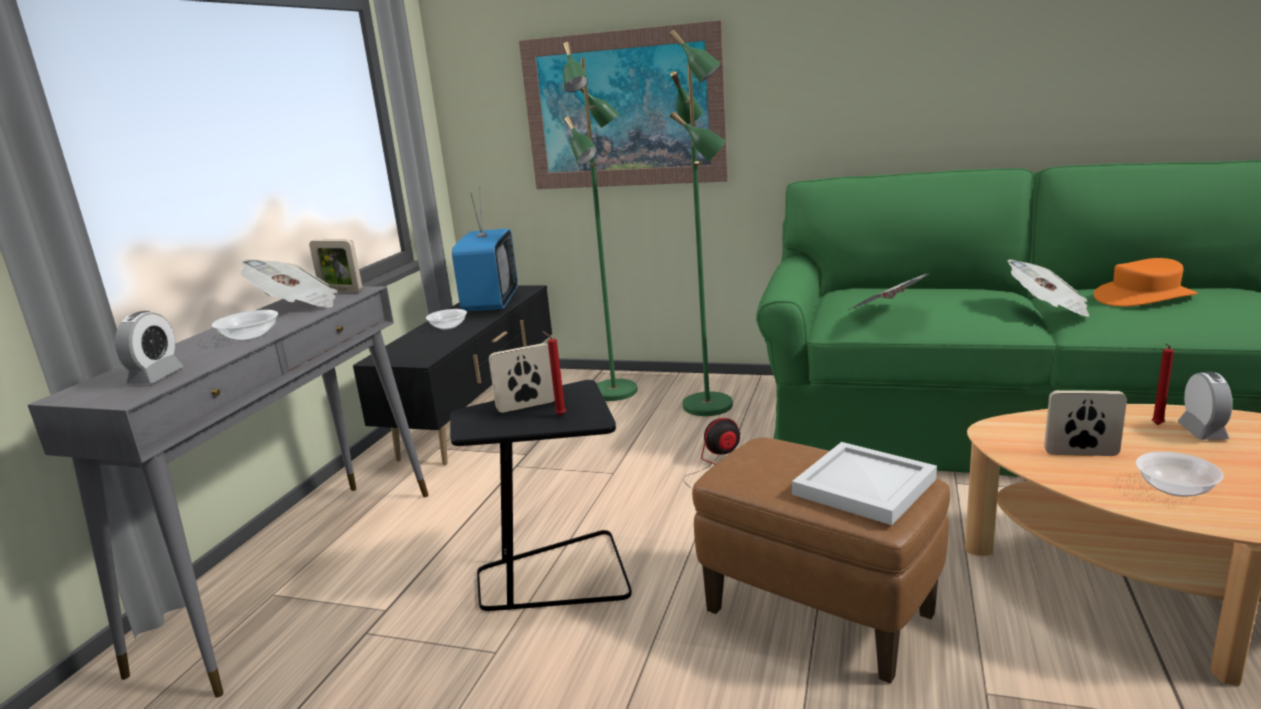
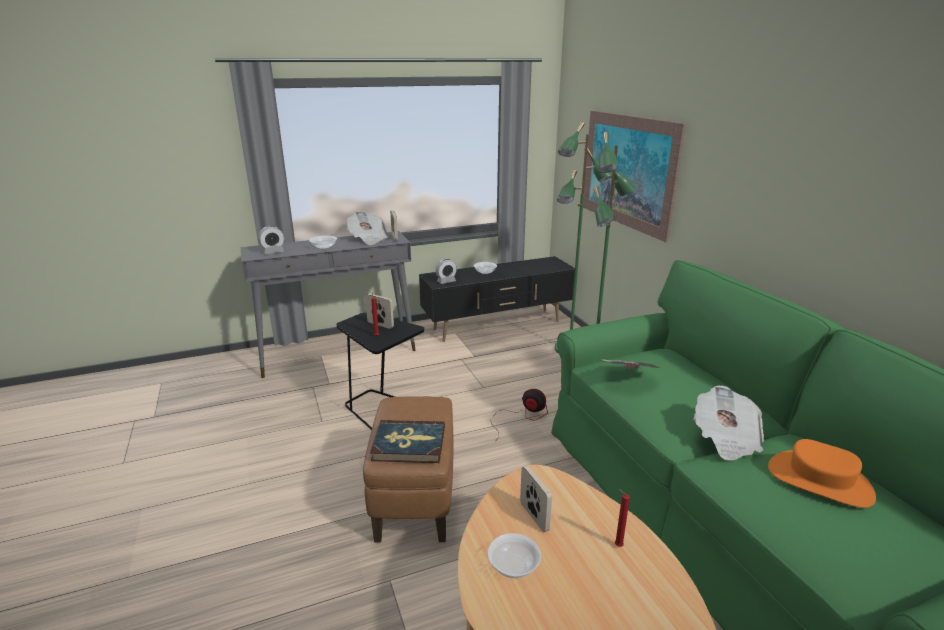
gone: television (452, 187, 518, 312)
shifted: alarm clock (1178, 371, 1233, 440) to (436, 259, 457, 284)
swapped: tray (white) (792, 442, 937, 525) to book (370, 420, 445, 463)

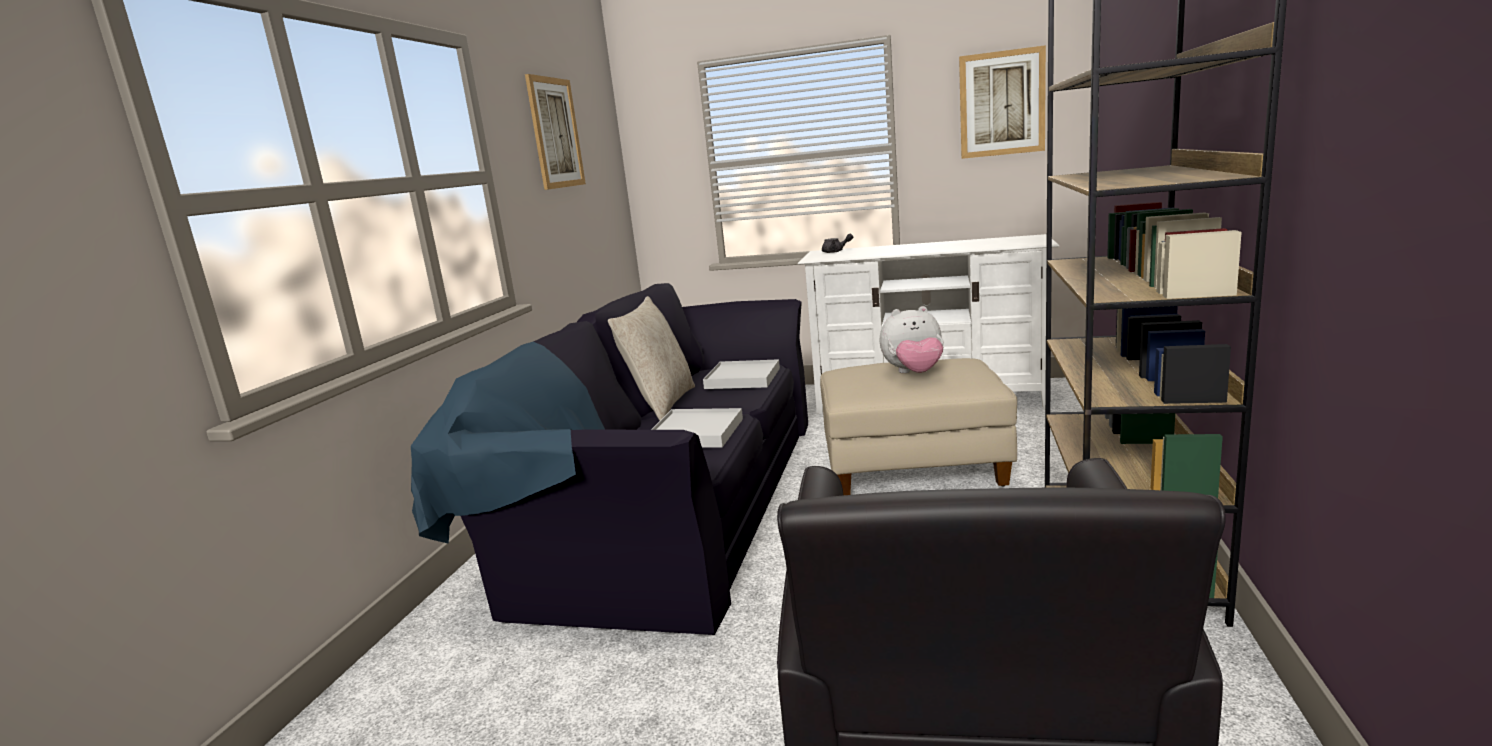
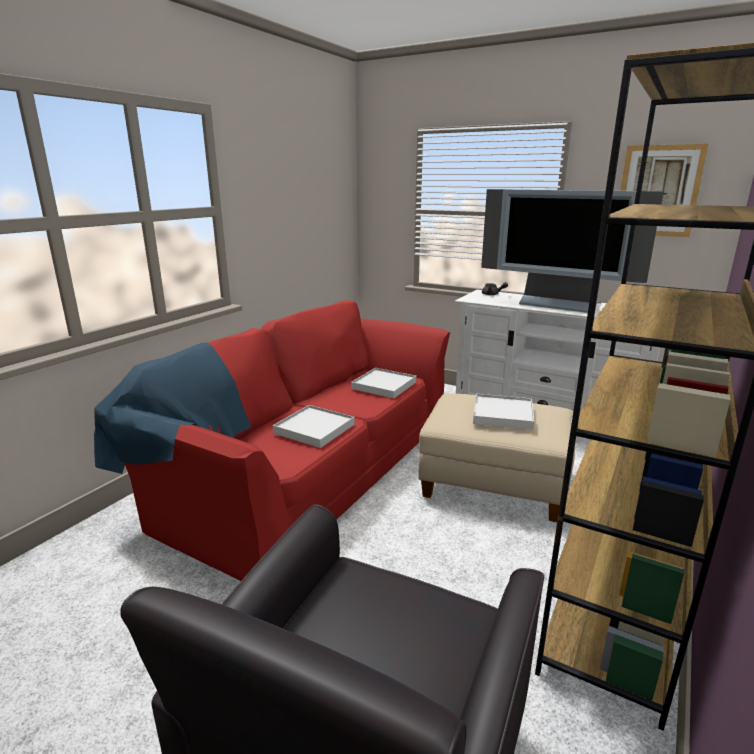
gone: picture (525, 74, 586, 190); pillow (beige) (608, 296, 695, 420)
new: television (481, 189, 663, 313)
swapped: plush toy (880, 306, 944, 373) to tray (white) (473, 394, 534, 430)
repainted: sofa (black) (411, 283, 808, 635) to sofa (red) (94, 300, 450, 581)

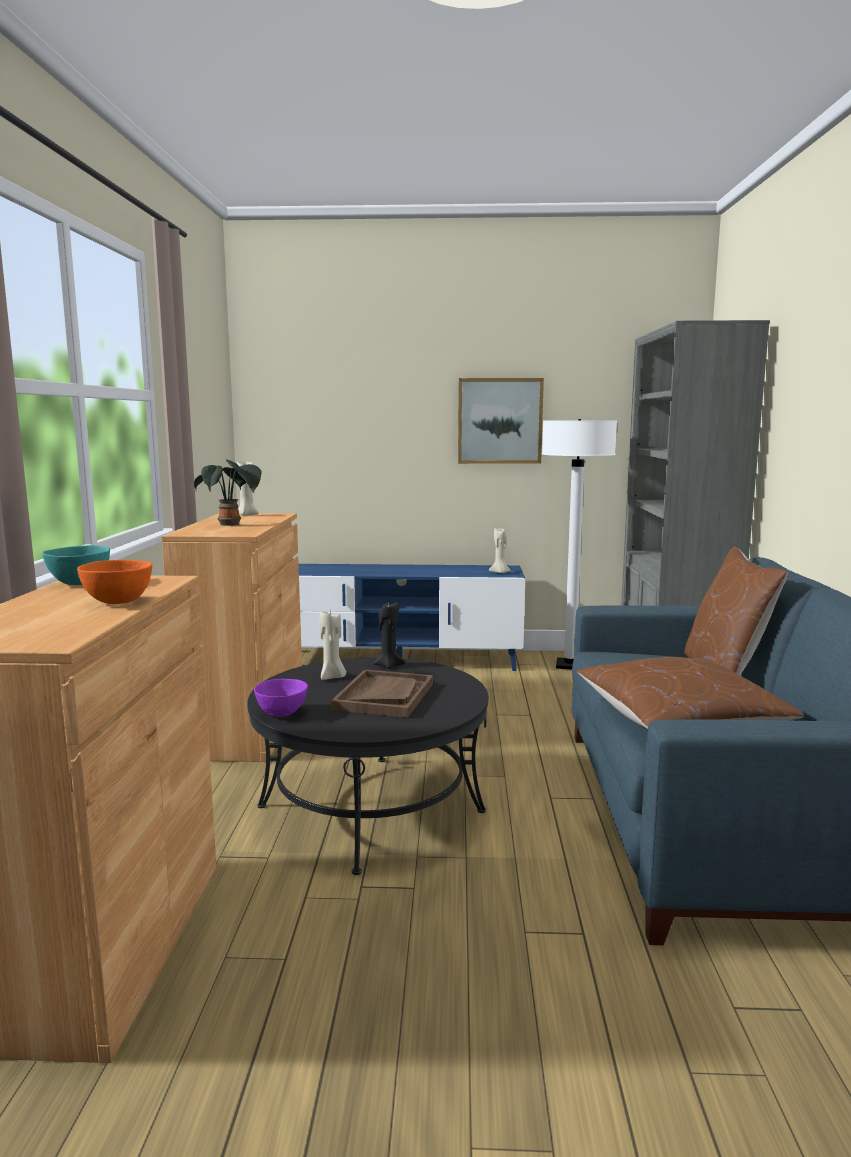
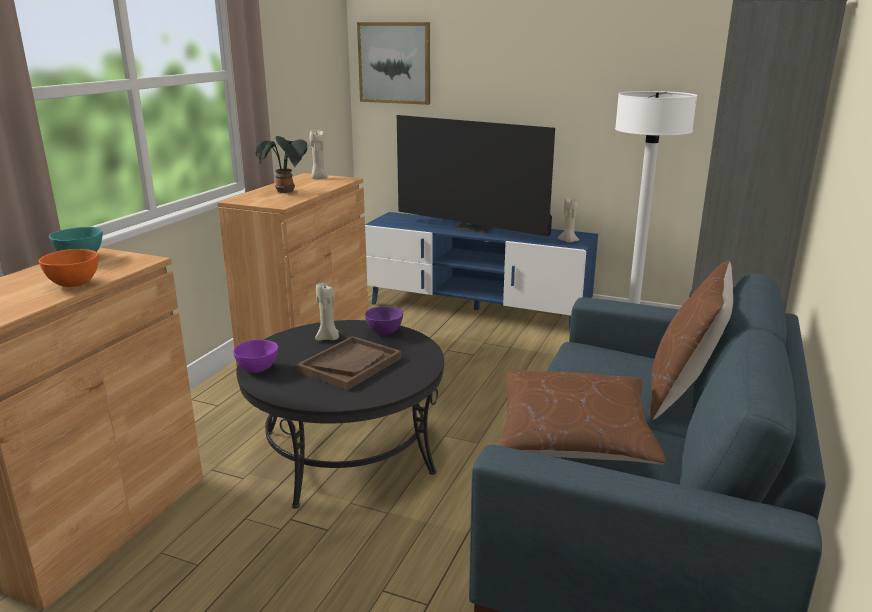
new: television (397, 115, 555, 237)
shifted: picture (458, 378, 544, 464) to (357, 22, 430, 105)
swapped: candle (black) (373, 602, 405, 669) to bowl (purple) (365, 306, 403, 335)

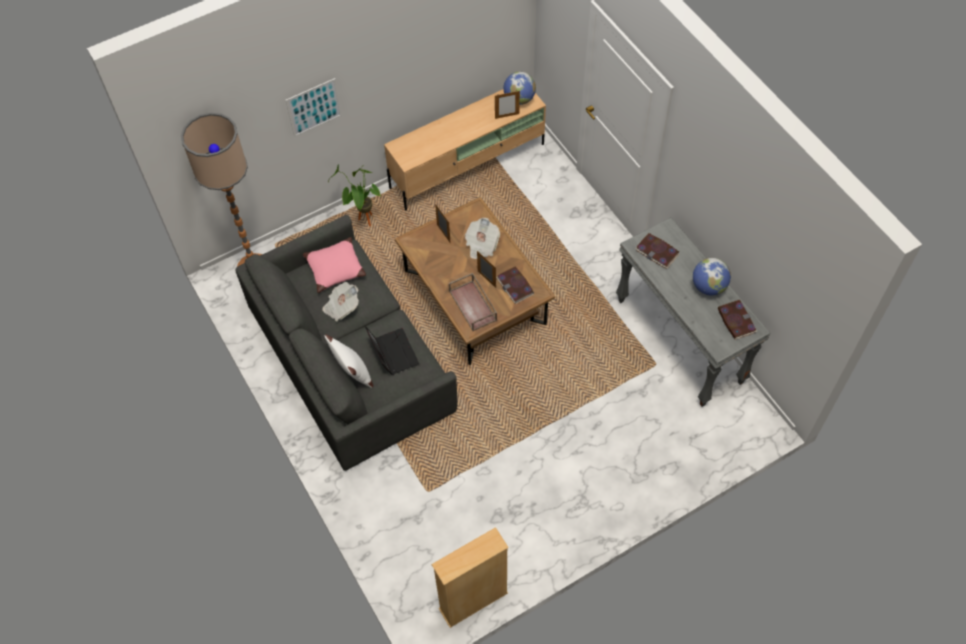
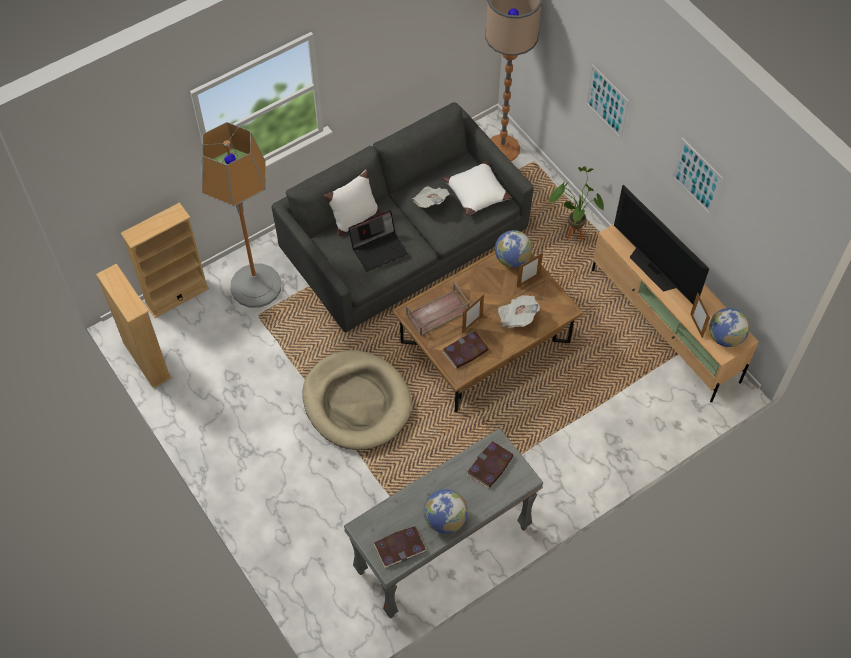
new: floor lamp (201, 122, 281, 308); picture (671, 138, 723, 216); television (614, 185, 709, 304); bookcase (beige) (121, 202, 209, 318); globe (495, 230, 532, 268); dog bed (beige) (303, 350, 412, 450)
repainted: pillow (pink) (303, 237, 366, 293) to pillow (white) (442, 160, 512, 216)

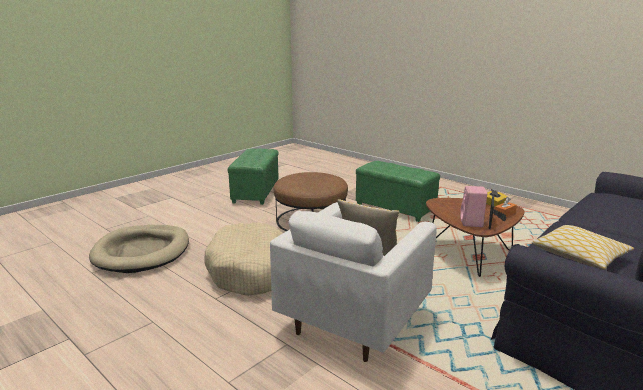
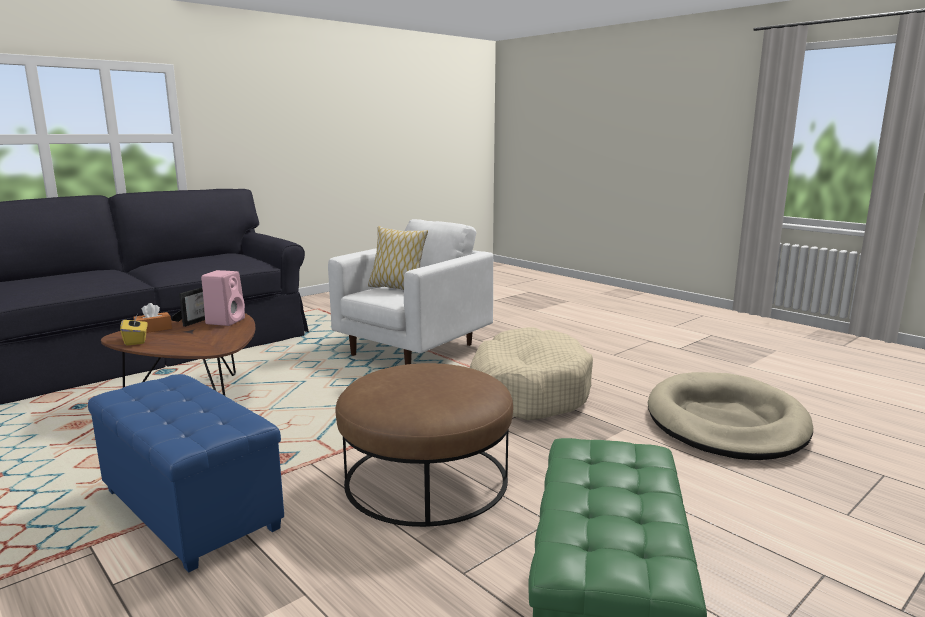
gone: pillow (532, 225, 634, 270)
repainted: ottoman (green) (356, 161, 440, 222) to ottoman (blue) (88, 374, 284, 573)

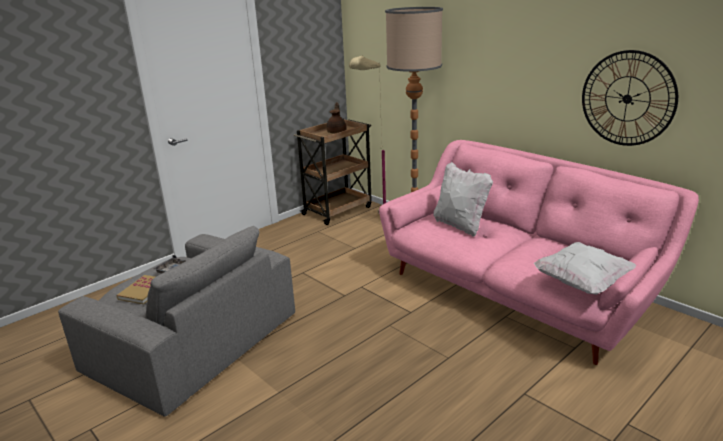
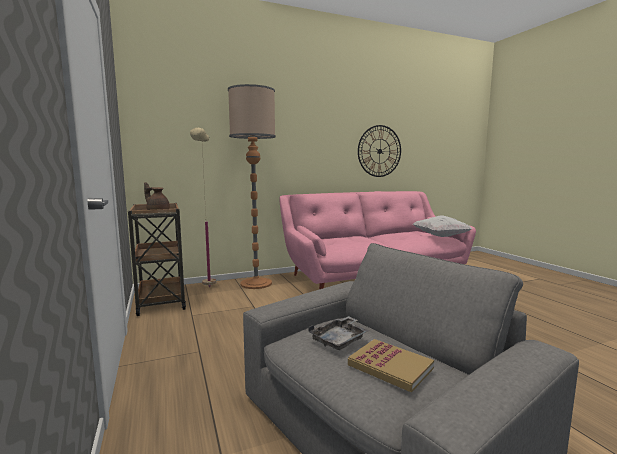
gone: pillow (white) (433, 162, 493, 237)

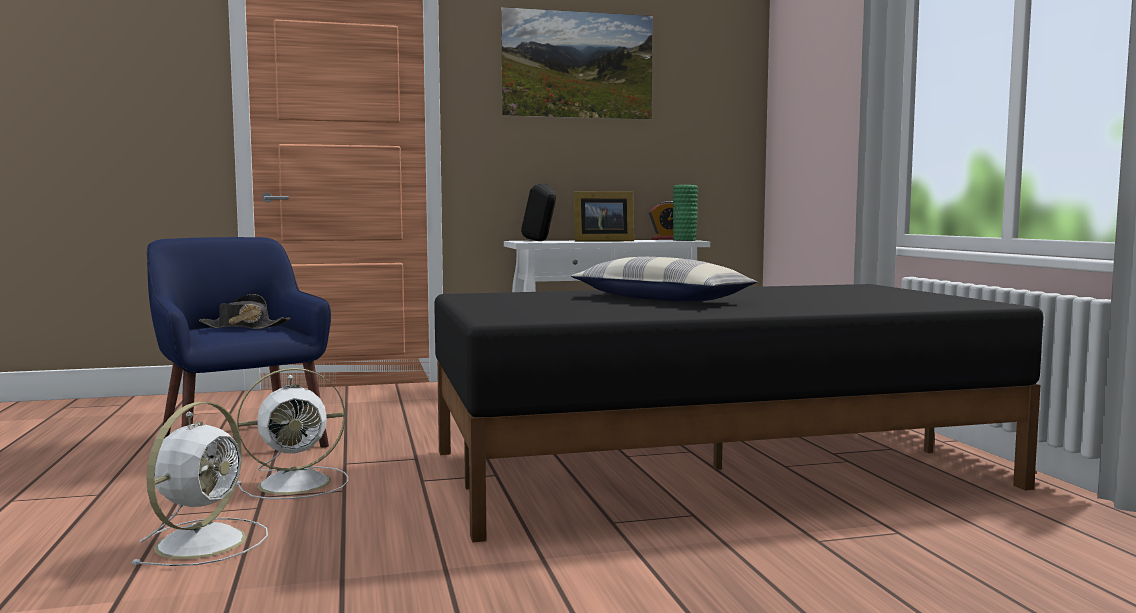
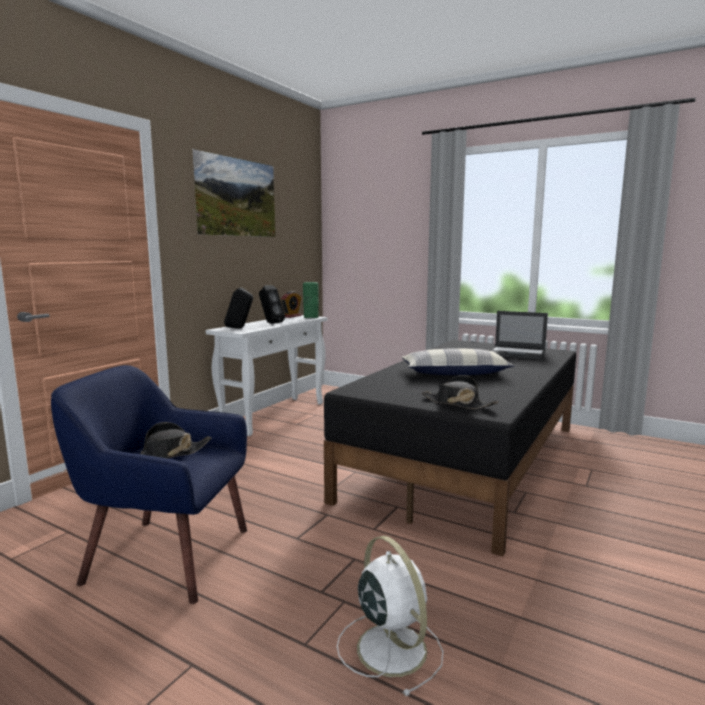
gone: fan (white) (236, 368, 348, 499)
new: laptop (491, 311, 548, 359); hat (black) (421, 375, 498, 409)
swapped: picture frame (574, 191, 634, 242) to speaker (black) (259, 285, 285, 324)

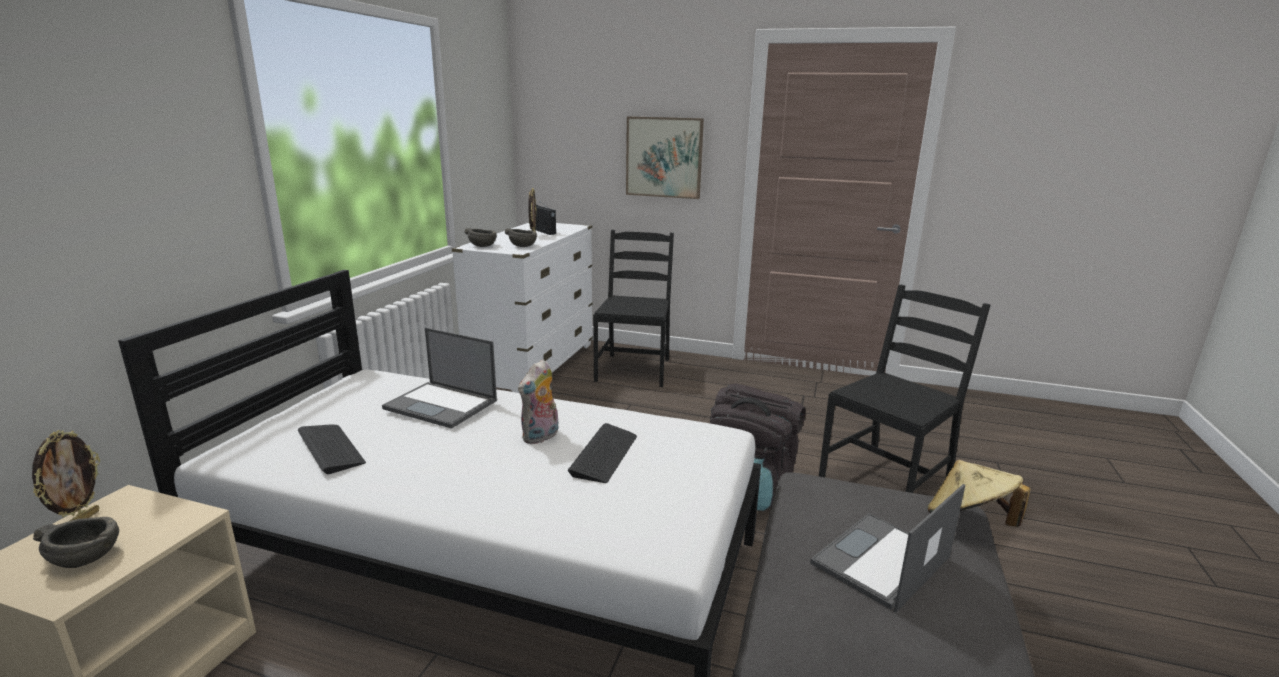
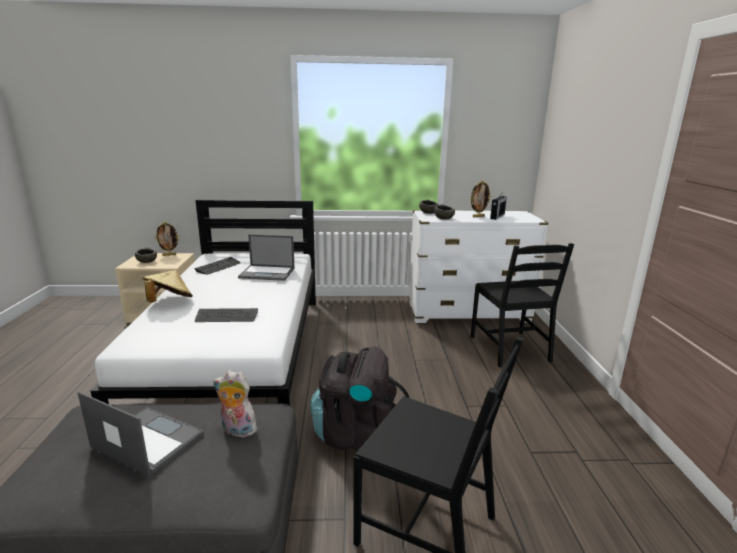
gone: picture (626, 116, 704, 199)
shifted: plush toy (518, 359, 558, 444) to (213, 370, 257, 437); hat (beige) (927, 460, 1030, 527) to (142, 270, 193, 303)
rotated: chair (black) (593, 230, 674, 387) = (471, 243, 574, 368) 90 degrees clockwise; laptop (382, 328, 497, 429) = (238, 234, 295, 281) 90 degrees counterclockwise

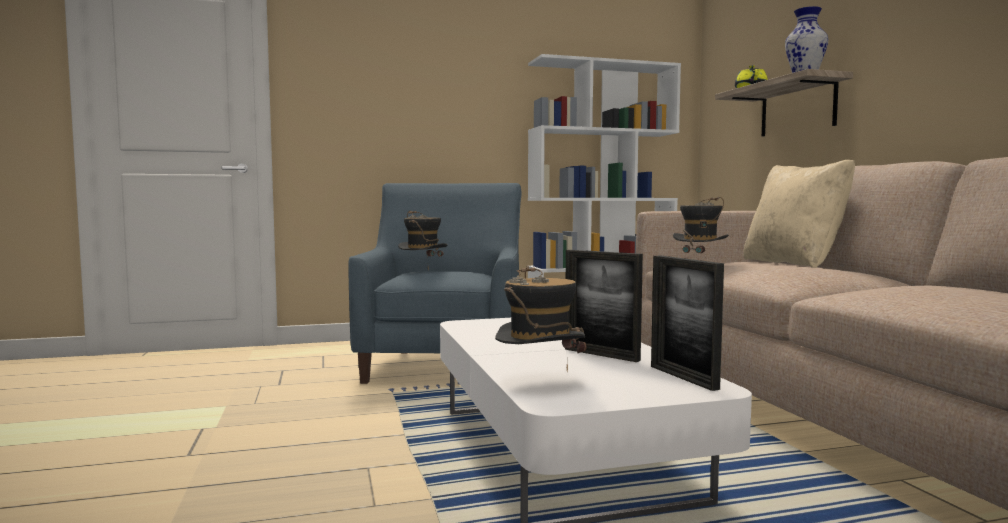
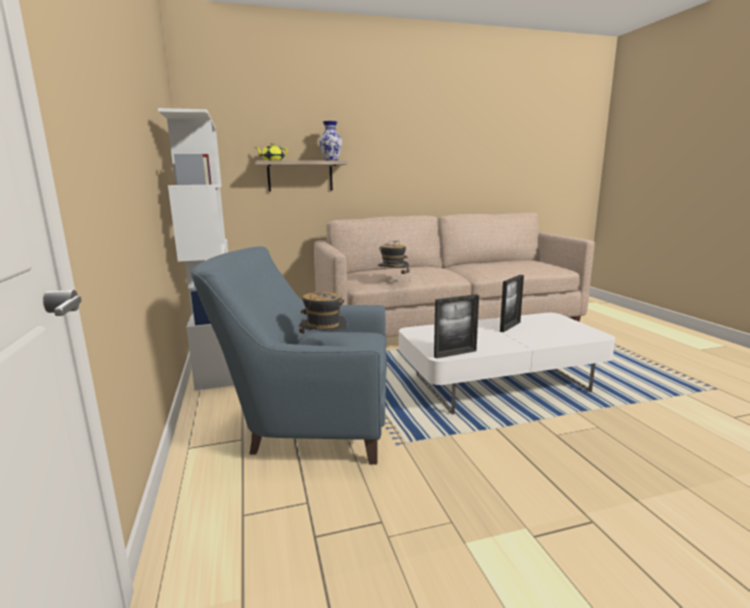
gone: pillow (beige) (743, 160, 855, 268); hat (495, 266, 587, 371)
shifted: picture frame (651, 256, 724, 391) to (434, 294, 479, 359)

